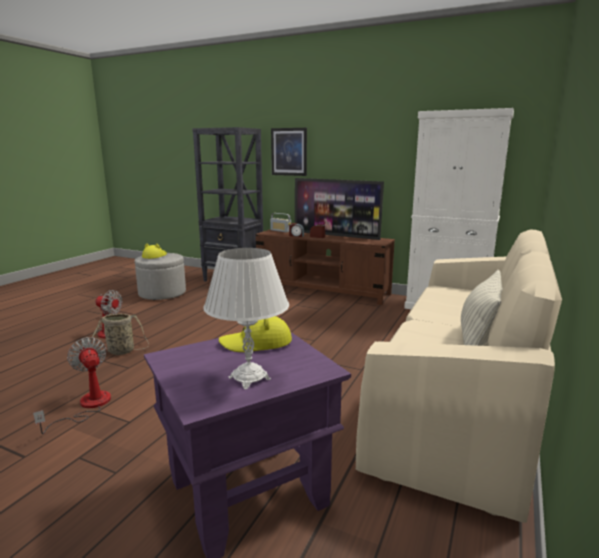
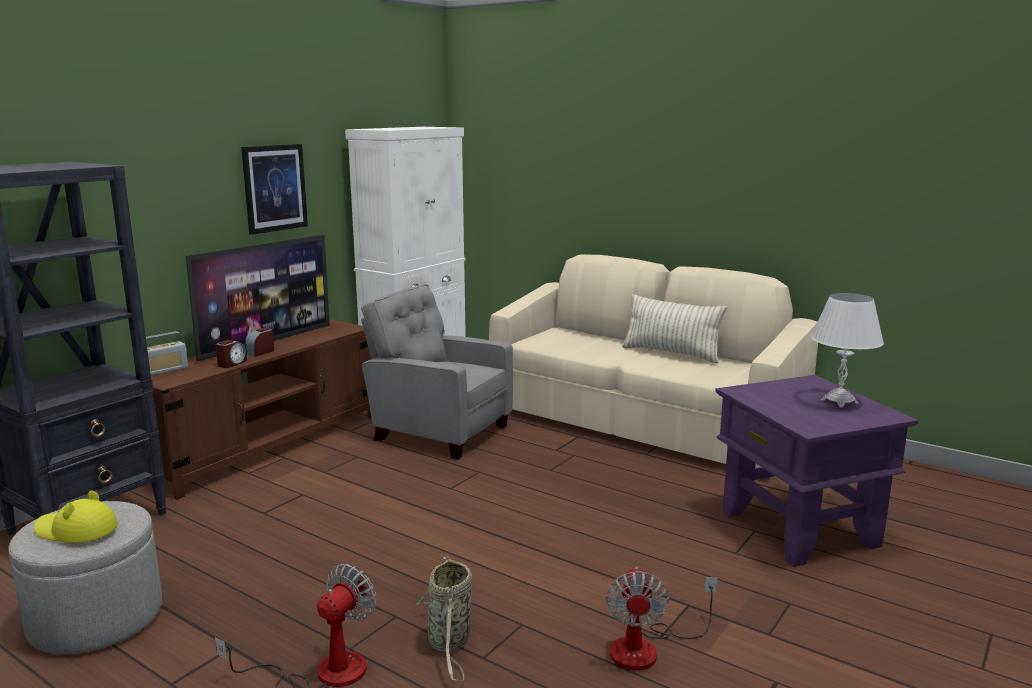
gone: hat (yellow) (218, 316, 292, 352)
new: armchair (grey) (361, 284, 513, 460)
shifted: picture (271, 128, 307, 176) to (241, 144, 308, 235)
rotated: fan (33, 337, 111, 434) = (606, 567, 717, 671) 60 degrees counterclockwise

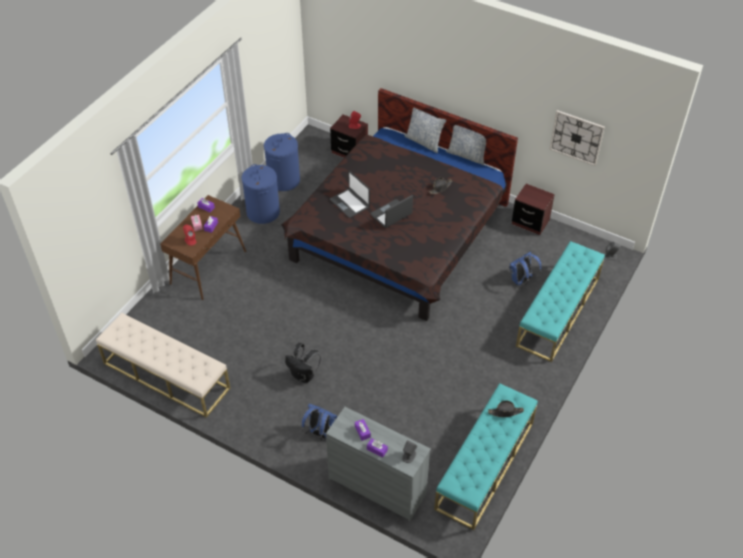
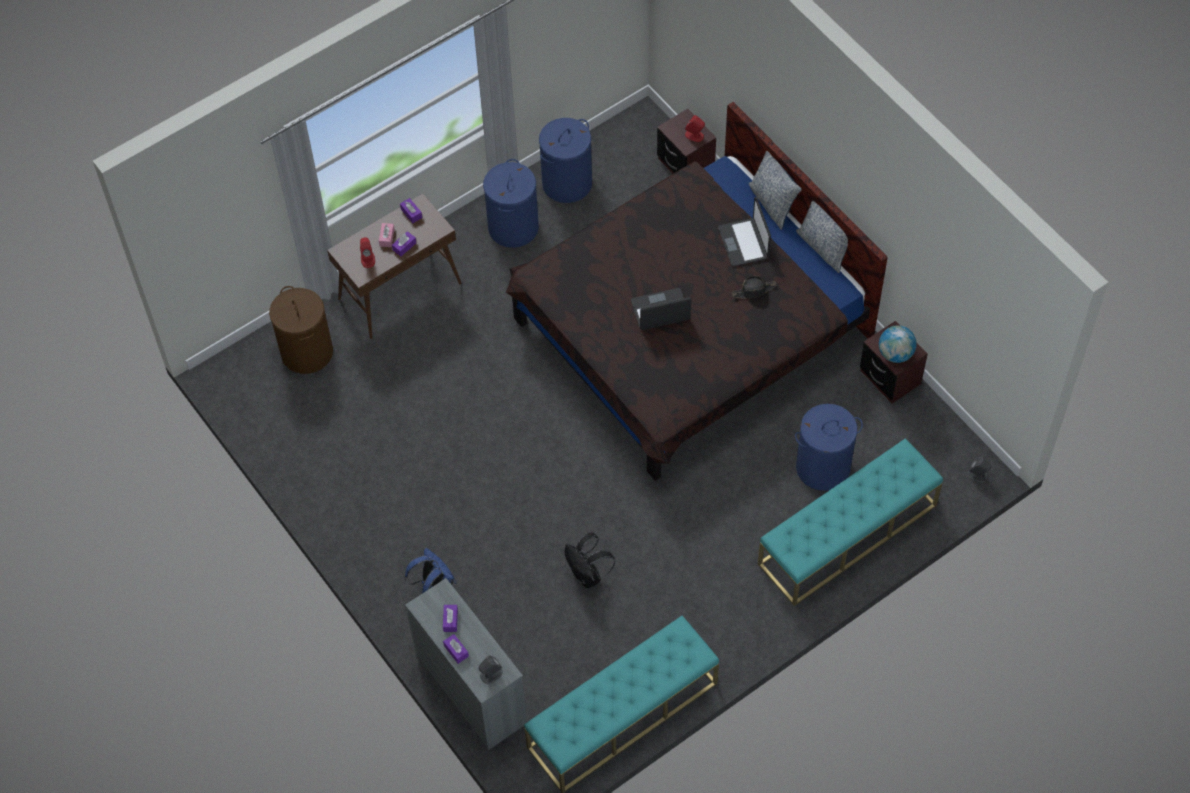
gone: wall clock (549, 110, 605, 166); bench (beige) (96, 313, 230, 418); hat (black) (488, 401, 524, 417)
new: laundry basket (brown) (269, 286, 333, 374); globe (879, 325, 917, 363)
shifted: laptop (330, 171, 370, 218) to (718, 197, 771, 266); backpack (black) (285, 343, 321, 383) to (565, 532, 616, 588)
swapped: backpack (blue) (509, 251, 542, 286) to laundry basket (blue) (795, 404, 863, 491)

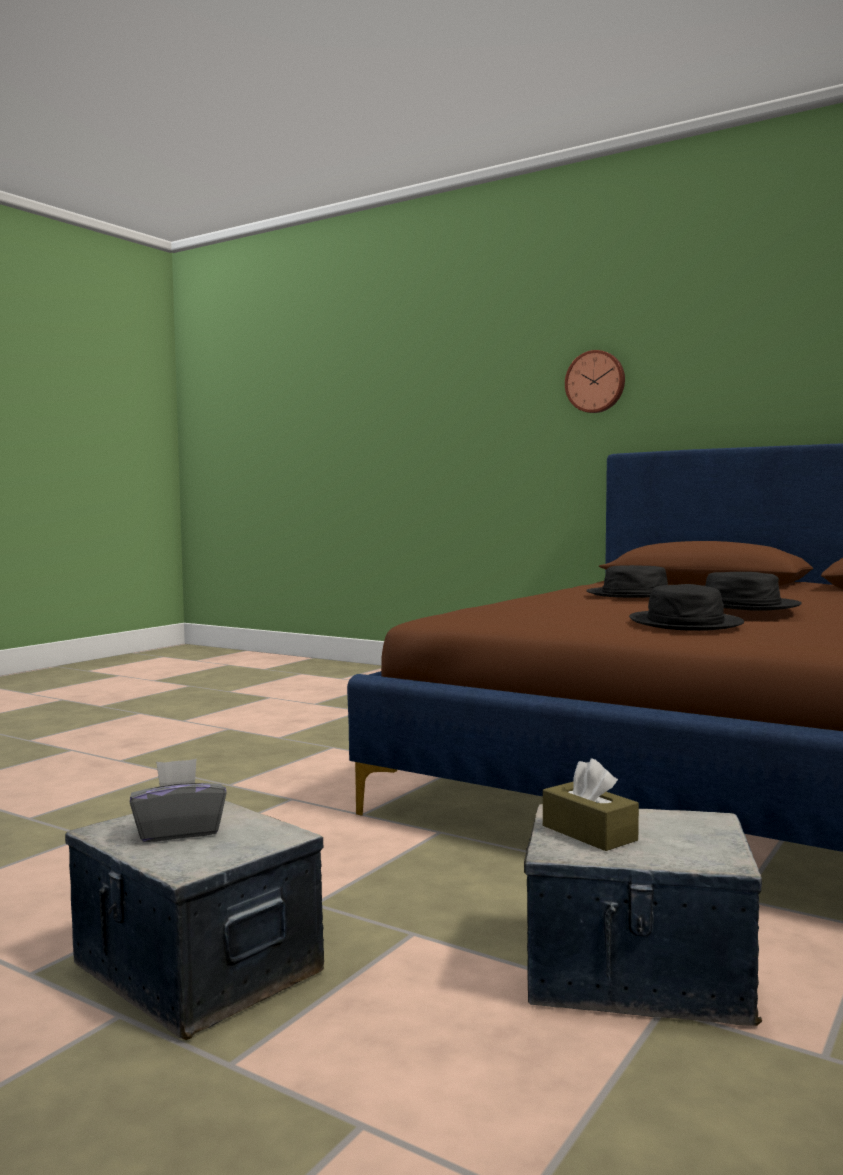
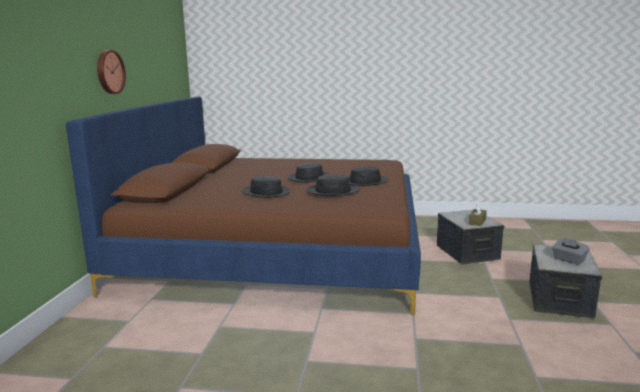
new: hat (black) (307, 175, 360, 196)
shifted: wall clock (565, 350, 625, 413) to (97, 50, 126, 94)

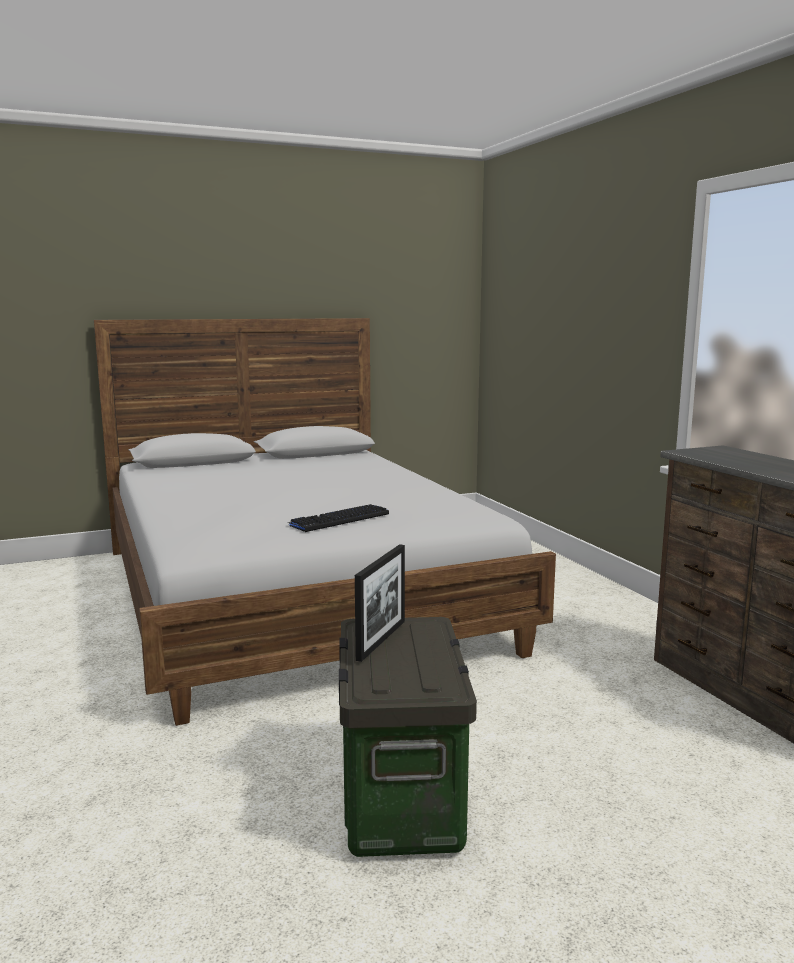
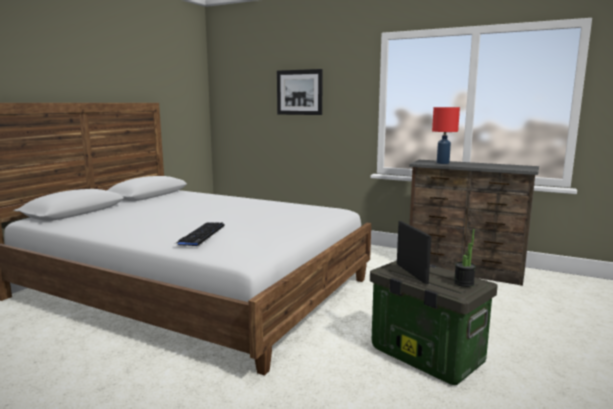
new: picture (277, 69, 323, 115); table lamp (red) (432, 107, 460, 164); potted plant (454, 229, 476, 287)
shifted: keyboard (289, 504, 389, 532) to (176, 222, 225, 246)

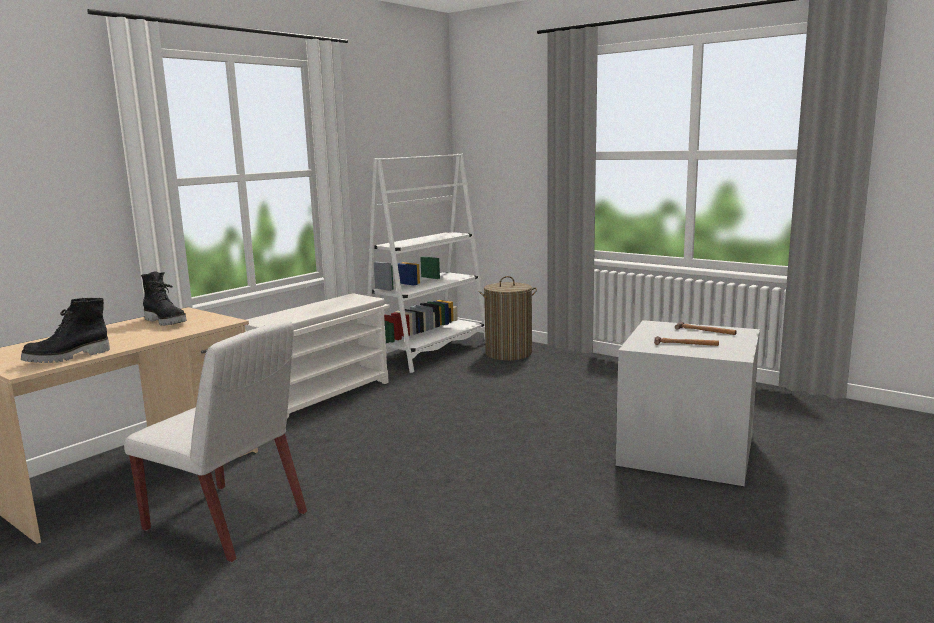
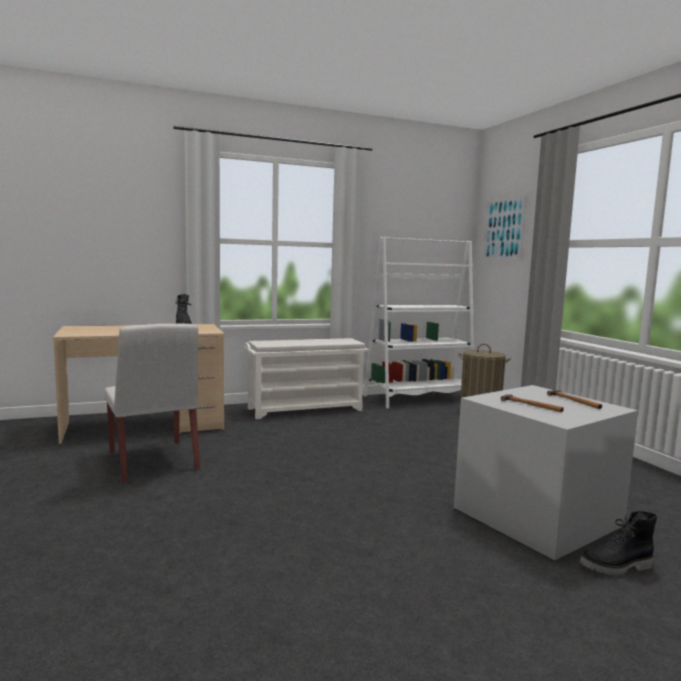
new: picture (482, 195, 527, 261)
shifted: boot (black) (21, 298, 110, 363) to (580, 511, 657, 576)

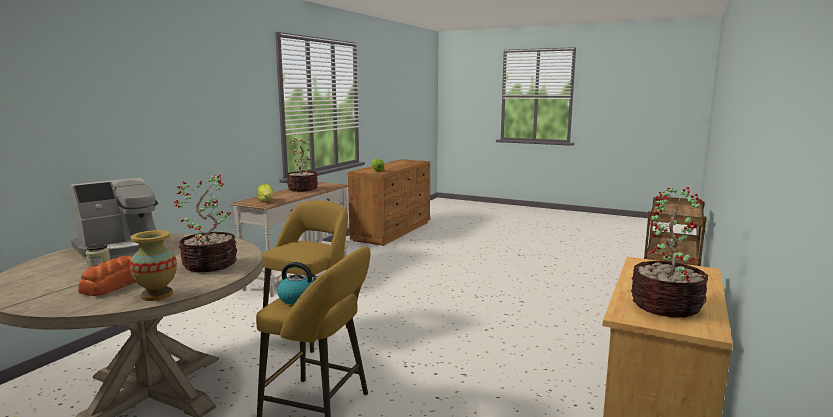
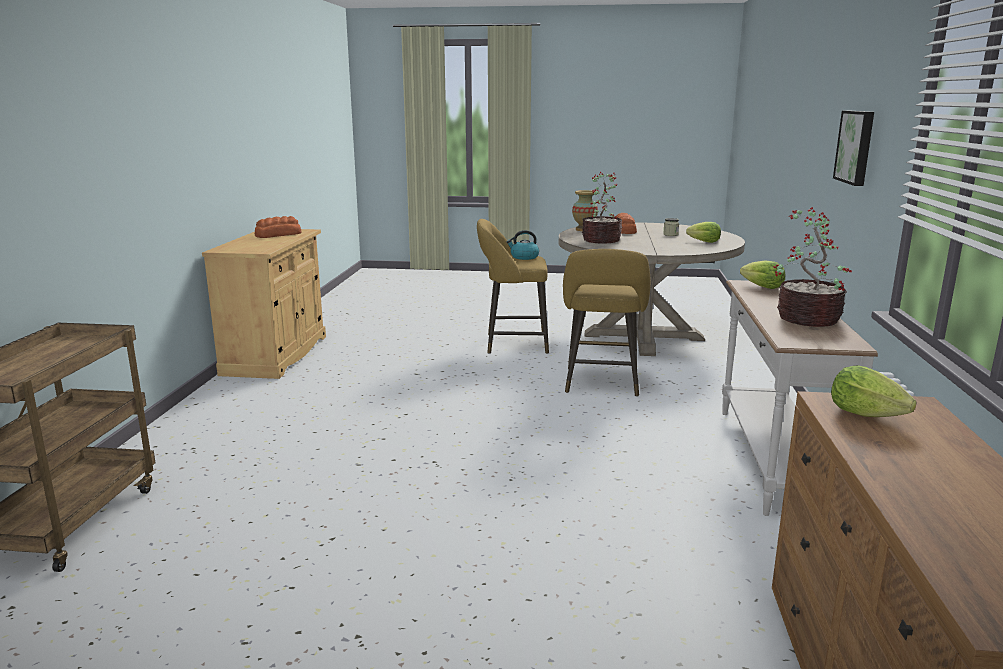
new: picture (833, 111, 874, 186)
swapped: coffee machine (70, 177, 164, 259) to lettuce (686, 222, 721, 243); potted plant (631, 187, 708, 318) to bread (255, 216, 302, 238)

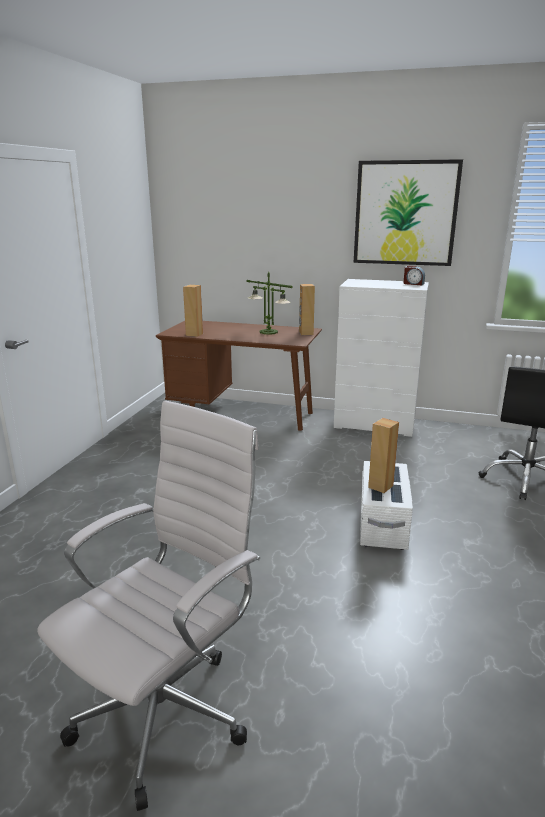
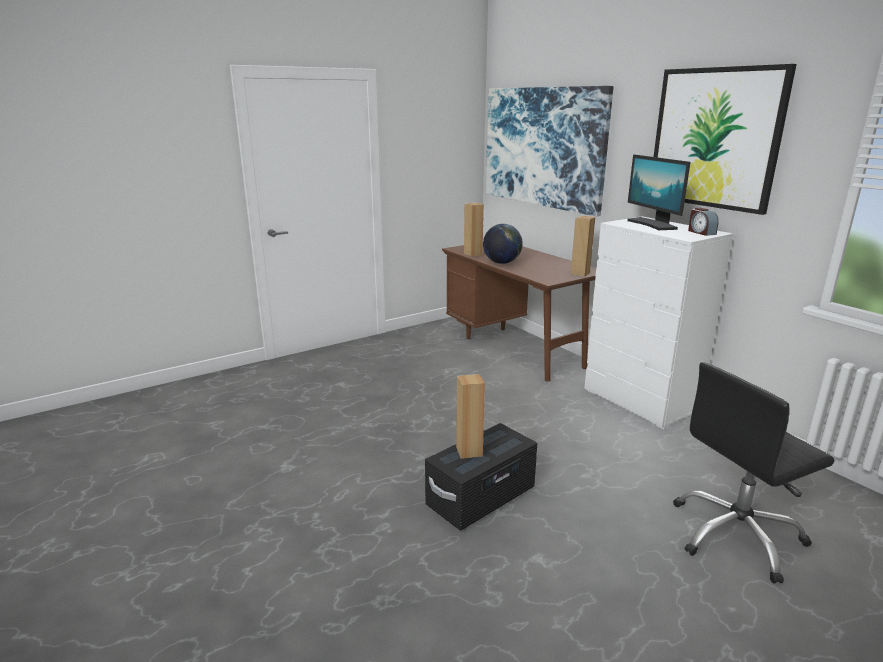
gone: table lamp (246, 272, 293, 335); office chair (white) (37, 400, 260, 811)
new: picture (486, 86, 613, 217); monitor (627, 154, 690, 230); globe (483, 224, 523, 264)
repainted: storage box (white) (360, 461, 413, 550) to storage box (black) (425, 423, 537, 531)

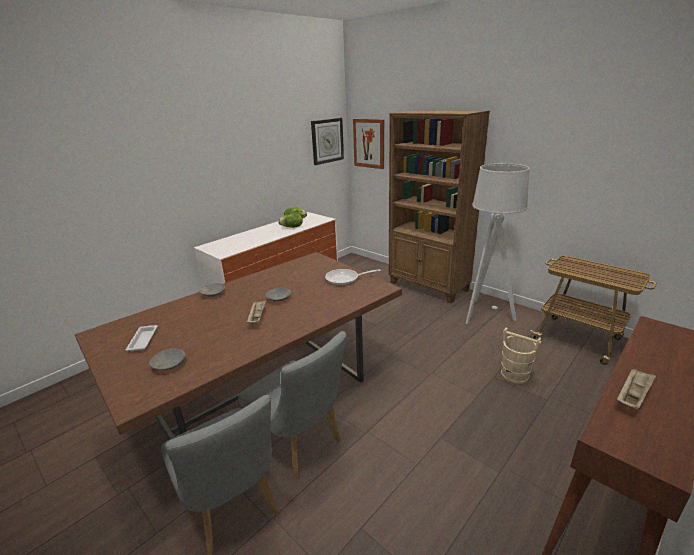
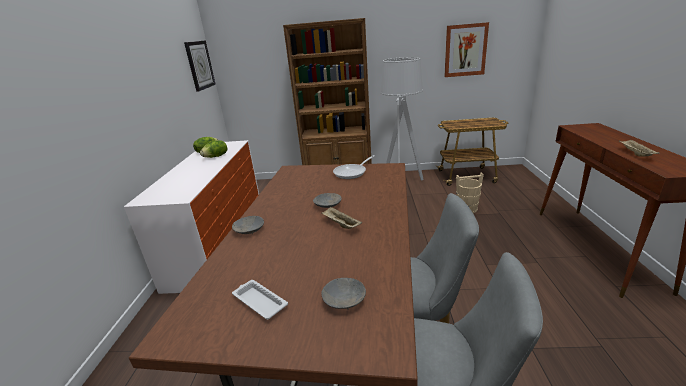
shifted: picture (353, 119, 384, 169) to (444, 22, 489, 77)

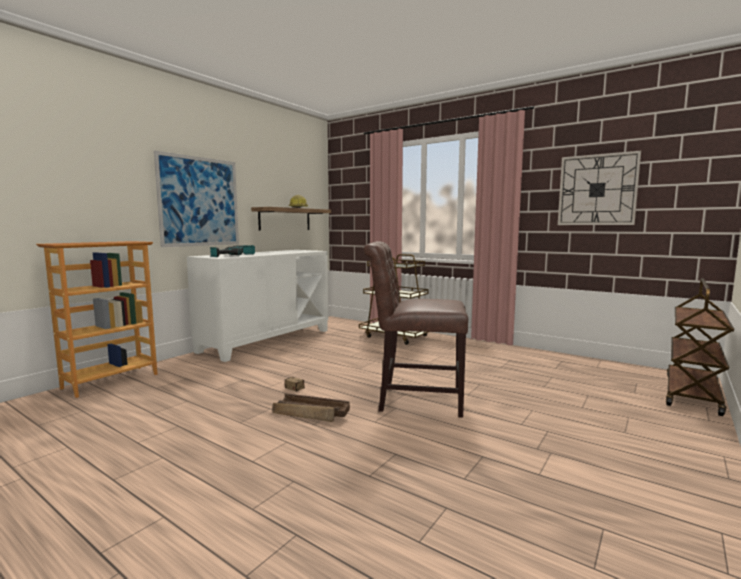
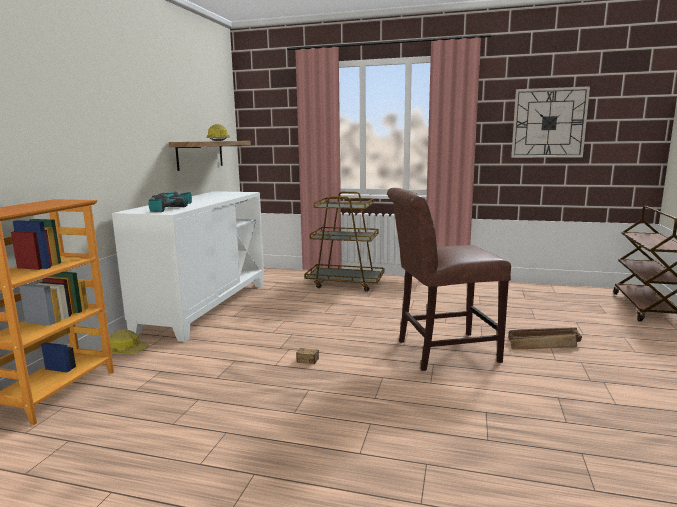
gone: picture (154, 151, 239, 247)
new: hard hat (109, 329, 149, 354)
shifted: crate (272, 394, 350, 422) to (508, 328, 582, 349)

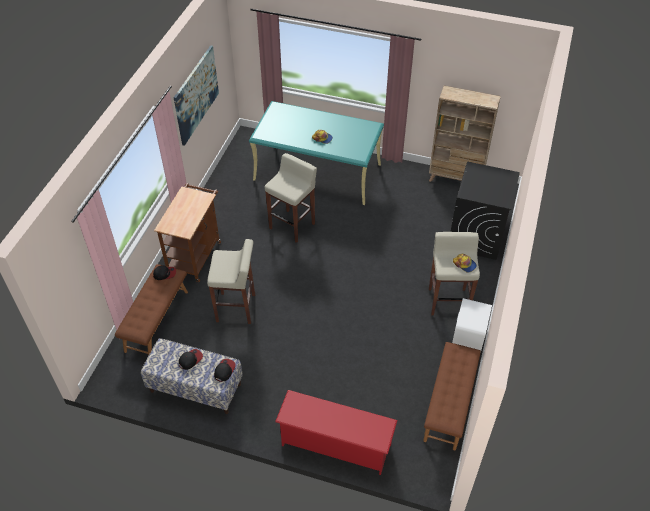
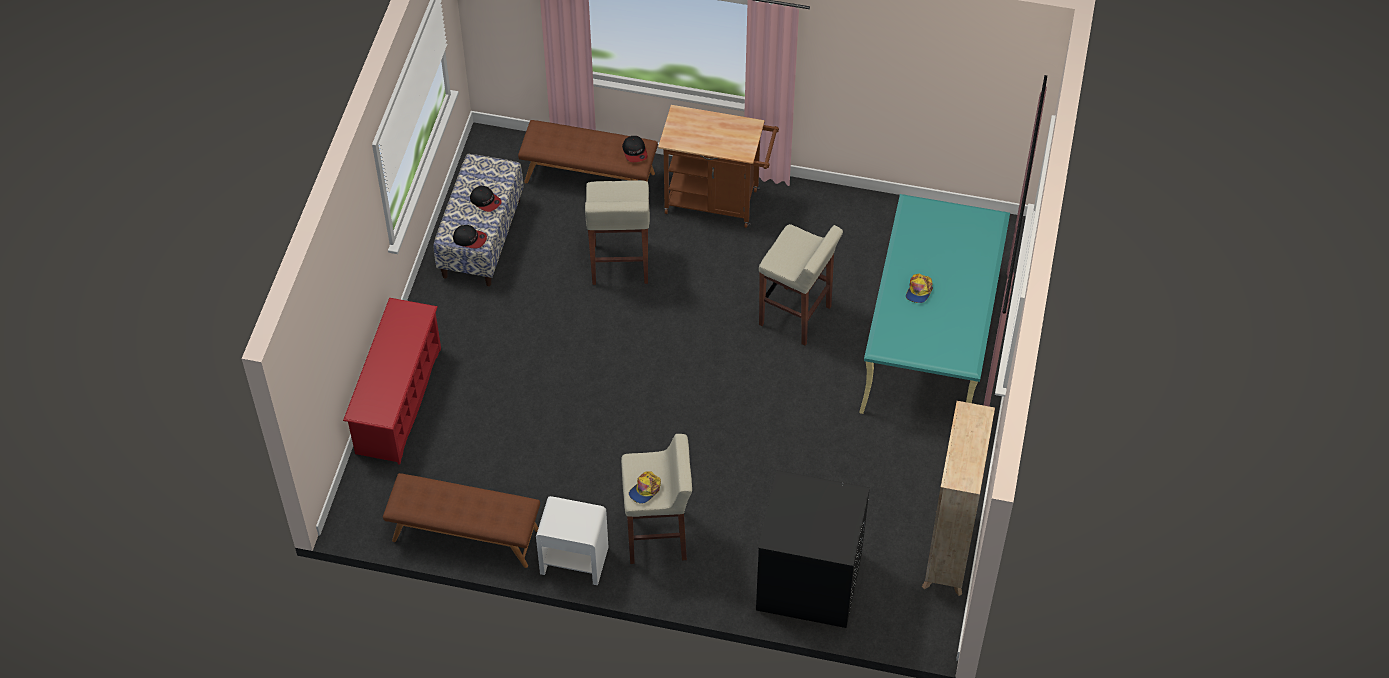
gone: picture (173, 45, 219, 146)

